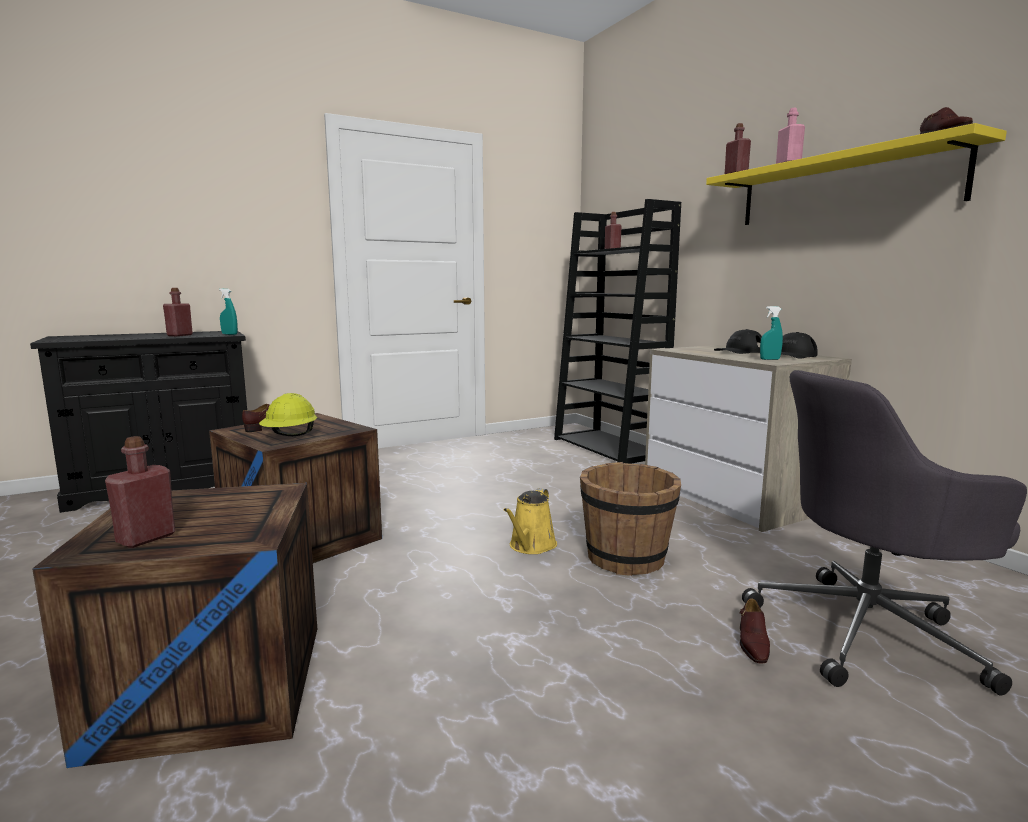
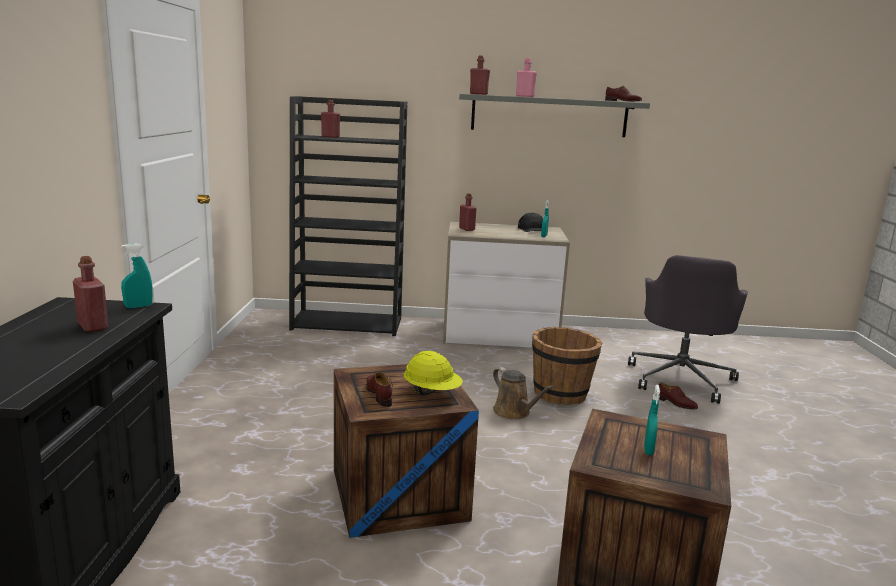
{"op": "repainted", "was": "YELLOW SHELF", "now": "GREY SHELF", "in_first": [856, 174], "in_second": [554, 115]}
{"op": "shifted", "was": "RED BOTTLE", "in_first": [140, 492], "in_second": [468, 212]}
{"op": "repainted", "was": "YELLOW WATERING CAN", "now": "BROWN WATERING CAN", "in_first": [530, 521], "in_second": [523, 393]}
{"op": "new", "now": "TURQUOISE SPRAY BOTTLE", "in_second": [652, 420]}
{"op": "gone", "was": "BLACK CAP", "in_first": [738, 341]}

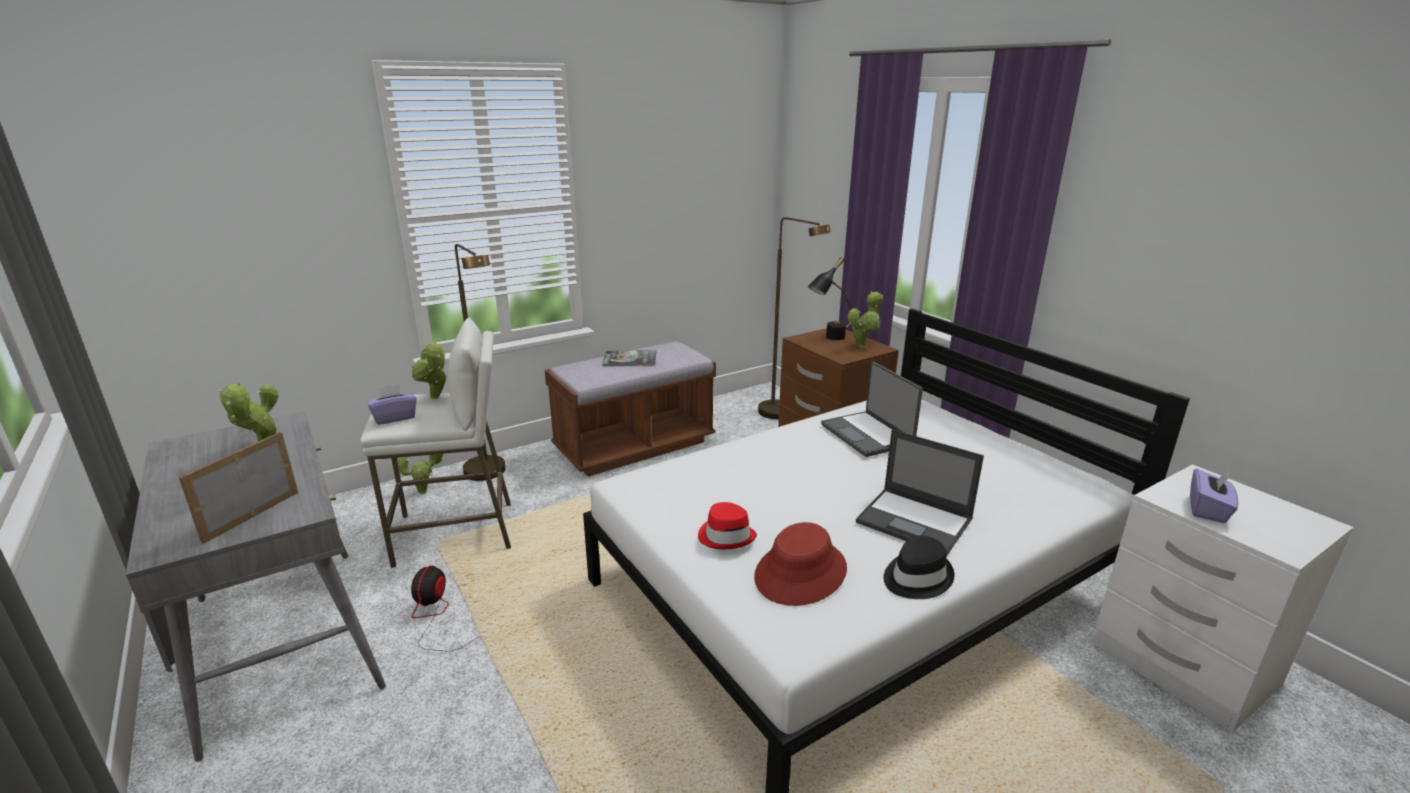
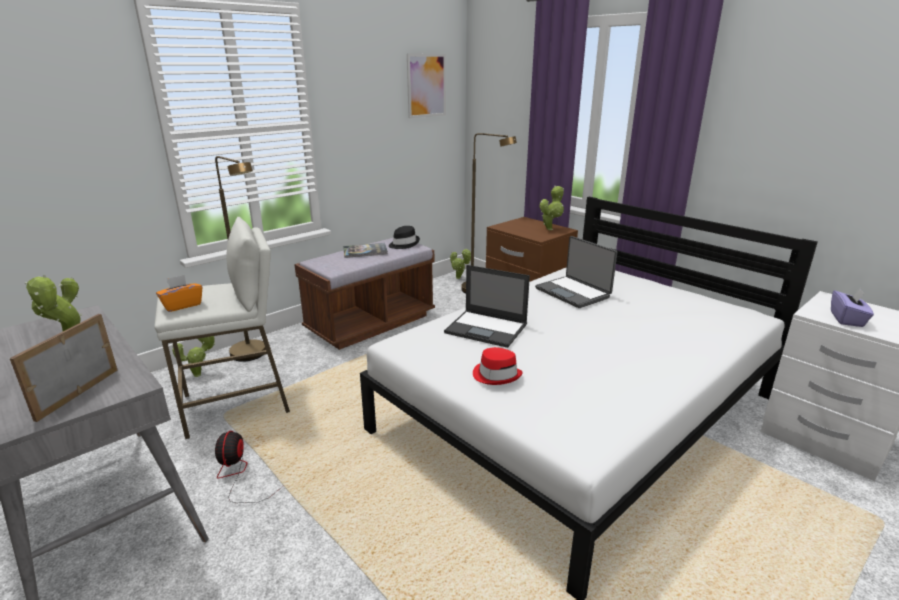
{"op": "repainted", "was": "PURPLE TISSUE BOX", "now": "ORANGE TISSUE BOX", "in_first": [392, 404], "in_second": [179, 293]}
{"op": "shifted", "was": "BLACK HAT", "in_first": [918, 567], "in_second": [404, 237]}
{"op": "new", "now": "PICTURE", "in_second": [426, 85]}
{"op": "shifted", "was": "LAPTOP", "in_first": [920, 493], "in_second": [487, 306]}
{"op": "shifted", "was": "POTTED PLANT", "in_first": [429, 370], "in_second": [460, 263]}
{"op": "gone", "was": "RED HAT", "in_first": [800, 564]}
{"op": "gone", "was": "BLACK TABLE LAMP", "in_first": [829, 298]}

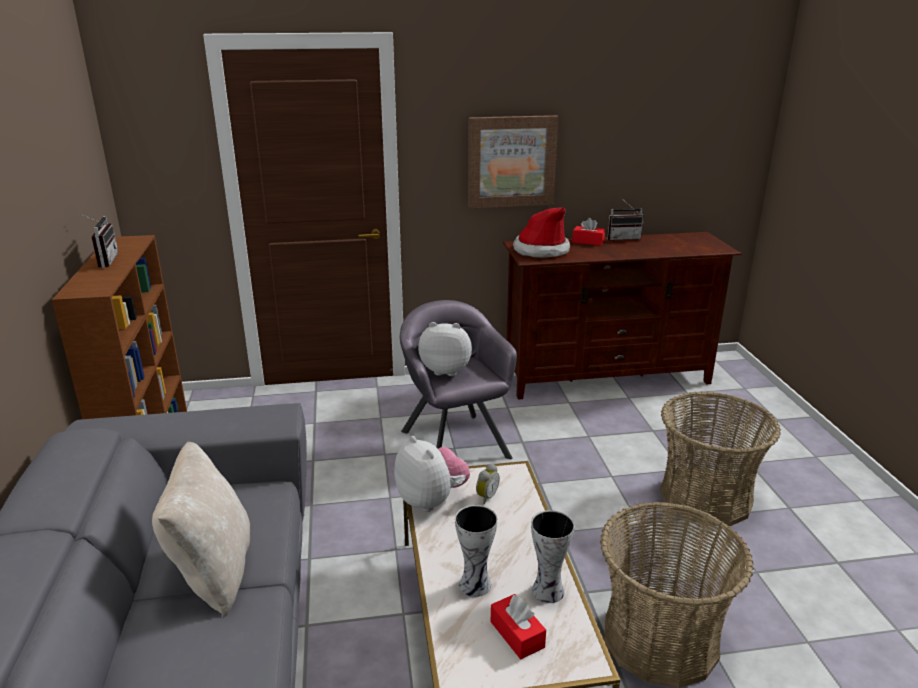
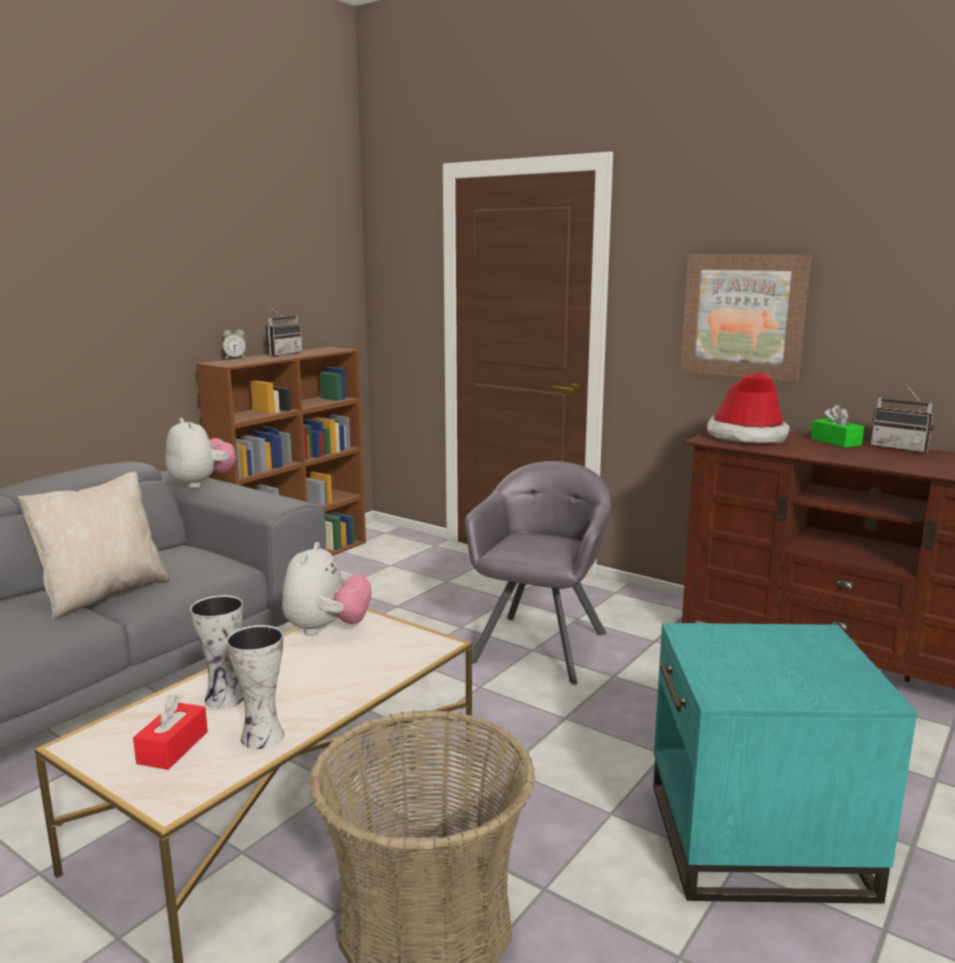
{"op": "shifted", "was": "PLUSH TOY", "in_first": [445, 349], "in_second": [200, 453]}
{"op": "shifted", "was": "ALARM CLOCK", "in_first": [488, 483], "in_second": [234, 345]}
{"op": "swapped", "was": "BASKET", "now": "TURQUOISE SIDE TABLE", "in_first": [720, 458], "in_second": [785, 763]}
{"op": "repainted", "was": "RED TISSUE BOX", "now": "GREEN TISSUE BOX", "in_first": [588, 232], "in_second": [837, 426]}

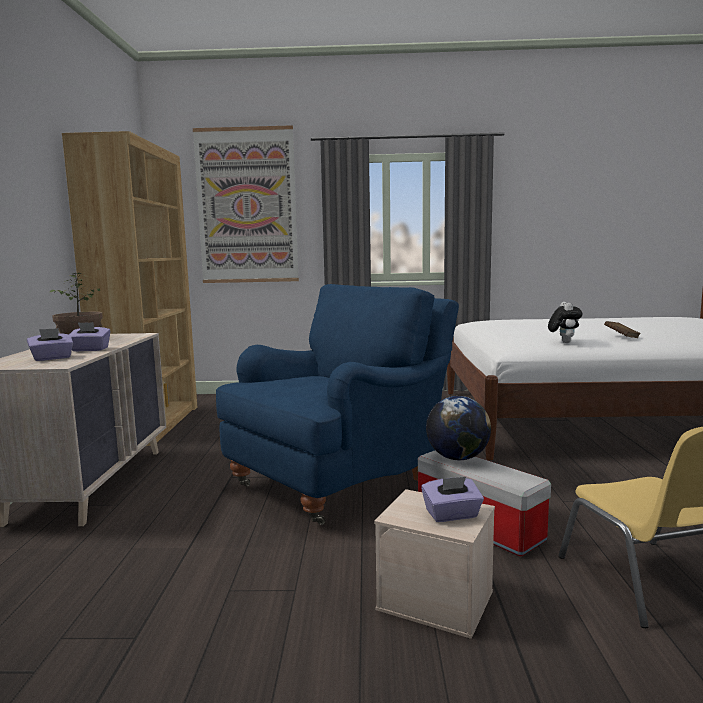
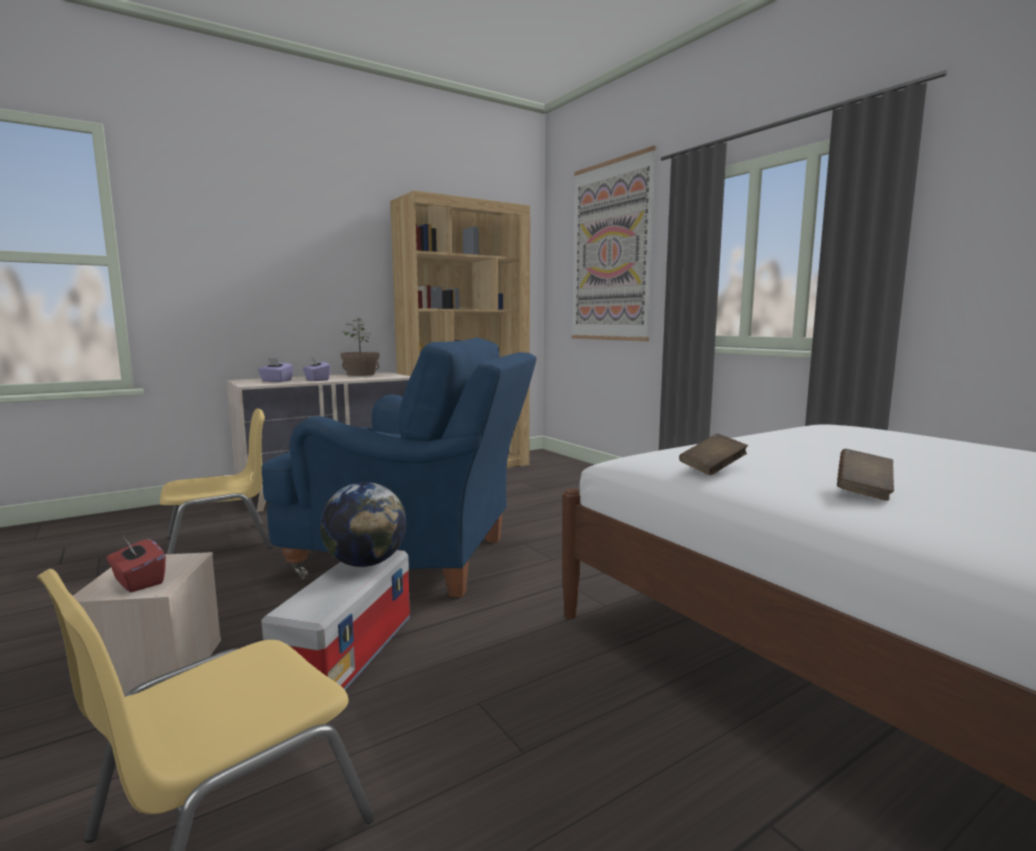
{"op": "repainted", "was": "PURPLE TISSUE BOX", "now": "RED TISSUE BOX", "in_first": [452, 499], "in_second": [136, 565]}
{"op": "new", "now": "YELLOW CHAIR", "in_second": [216, 481]}
{"op": "swapped", "was": "PLUSH TOY", "now": "BROWN BOOK", "in_first": [565, 322], "in_second": [713, 454]}

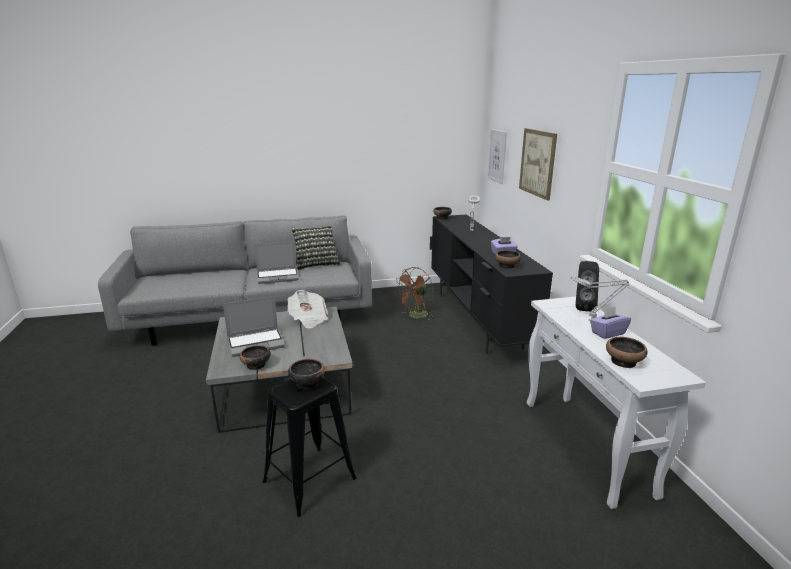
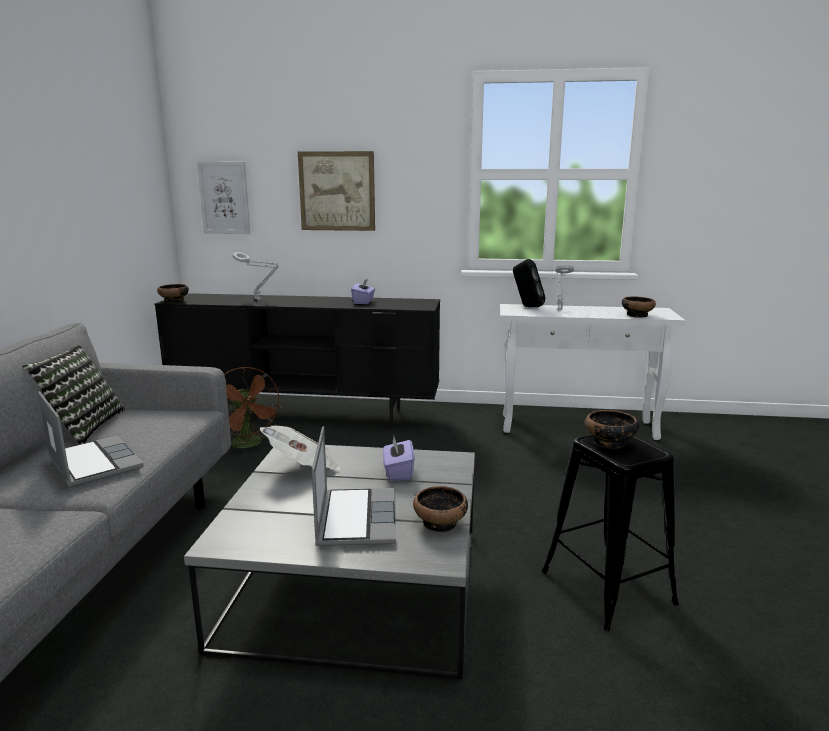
{"op": "rotated", "was": "LAPTOP", "in_first": [276, 262], "in_second": [91, 439], "clockwise": -45}
{"op": "shifted", "was": "PURPLE TISSUE BOX", "in_first": [610, 323], "in_second": [398, 458]}
{"op": "gone", "was": "BOWL", "in_first": [508, 259]}

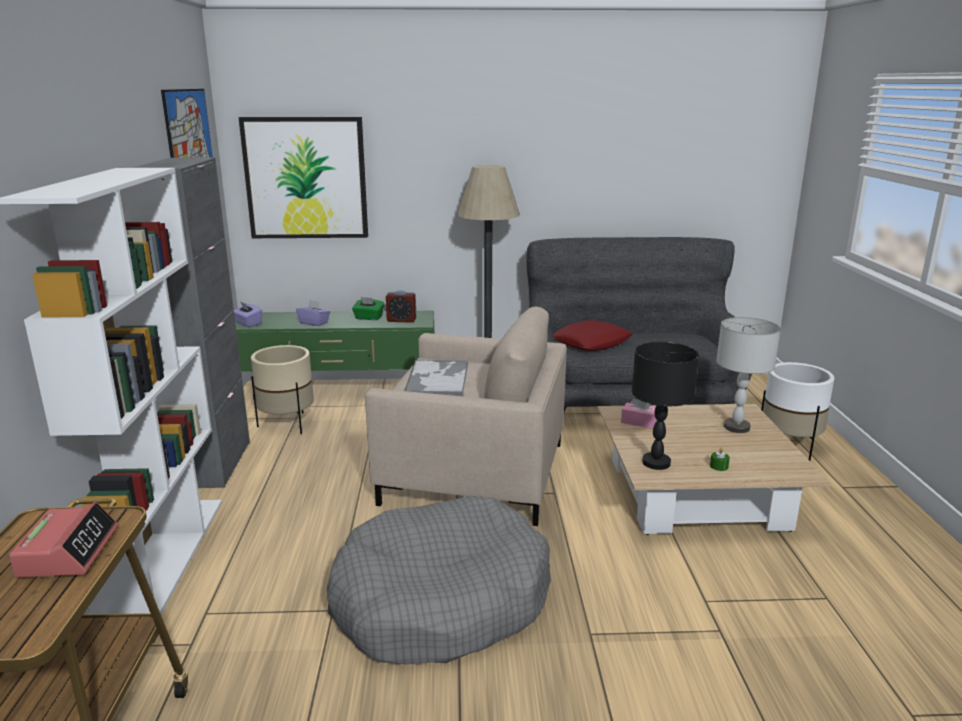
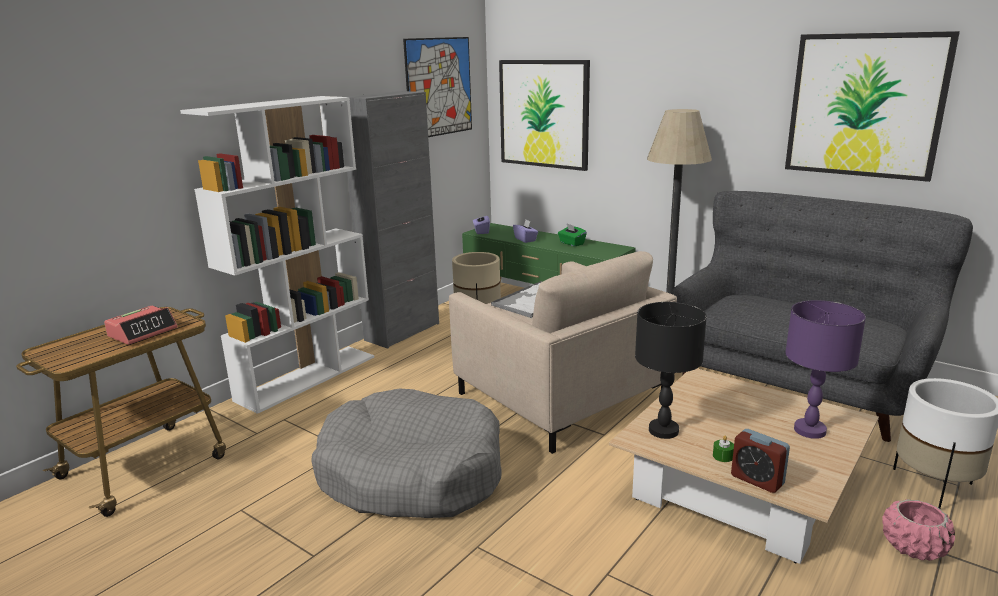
{"op": "shifted", "was": "ALARM CLOCK", "in_first": [401, 306], "in_second": [760, 461]}
{"op": "new", "now": "PICTURE", "in_second": [872, 106]}
{"op": "repainted", "was": "GREY TABLE LAMP", "now": "PURPLE TABLE LAMP", "in_first": [748, 375], "in_second": [825, 369]}
{"op": "new", "now": "PINK PLANTER", "in_second": [918, 530]}
{"op": "gone", "was": "RED PILLOW", "in_first": [593, 335]}
{"op": "gone", "was": "PINK TISSUE BOX", "in_first": [639, 414]}

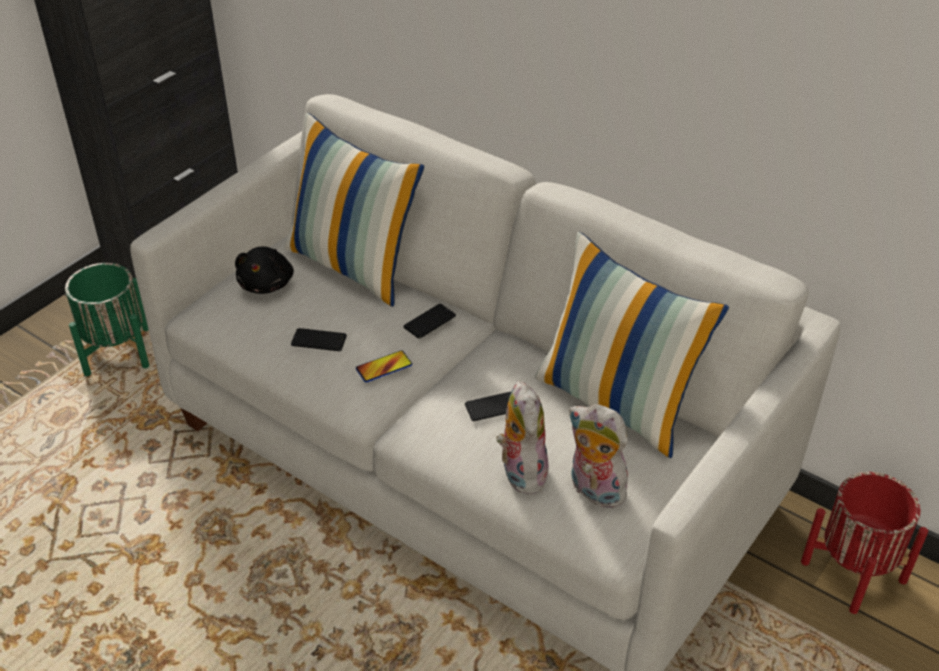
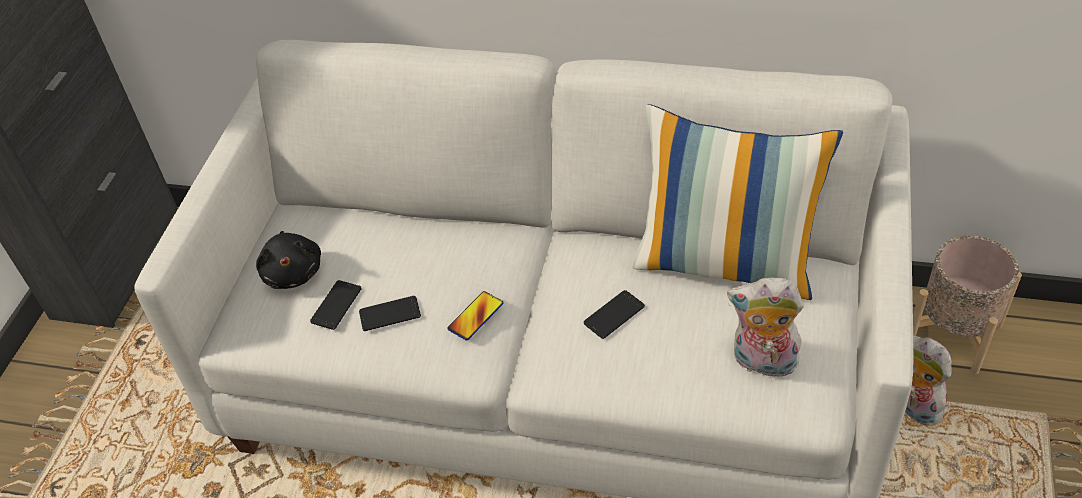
{"op": "shifted", "was": "PHONE", "in_first": [430, 321], "in_second": [336, 305]}
{"op": "shifted", "was": "PLUSH TOY", "in_first": [522, 437], "in_second": [928, 380]}
{"op": "repainted", "was": "RED PLANTER", "now": "BEIGE PLANTER", "in_first": [864, 543], "in_second": [967, 304]}
{"op": "gone", "was": "GREEN PLANTER", "in_first": [107, 319]}
{"op": "gone", "was": "PILLOW", "in_first": [354, 210]}

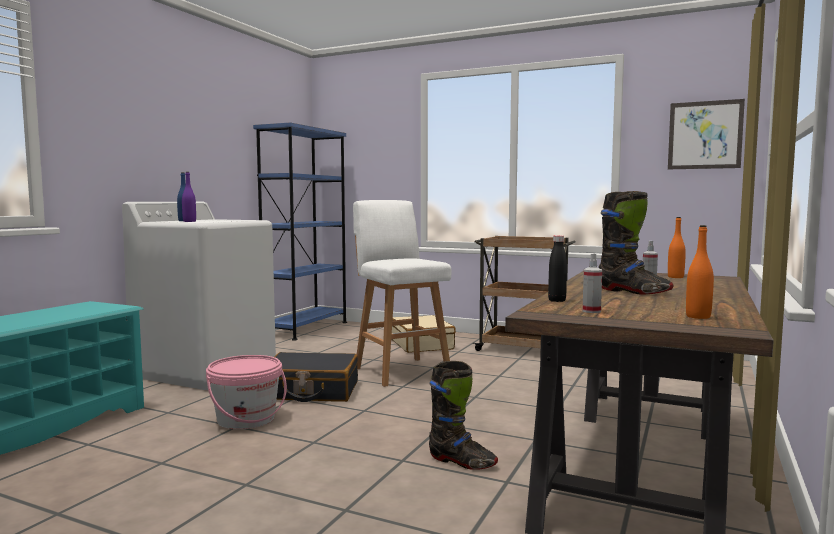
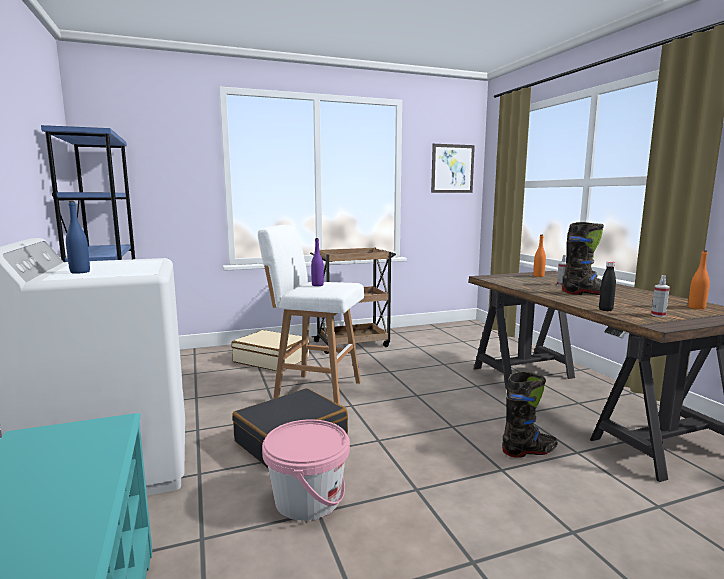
{"op": "shifted", "was": "PURPLE BOTTLE", "in_first": [189, 197], "in_second": [317, 262]}

